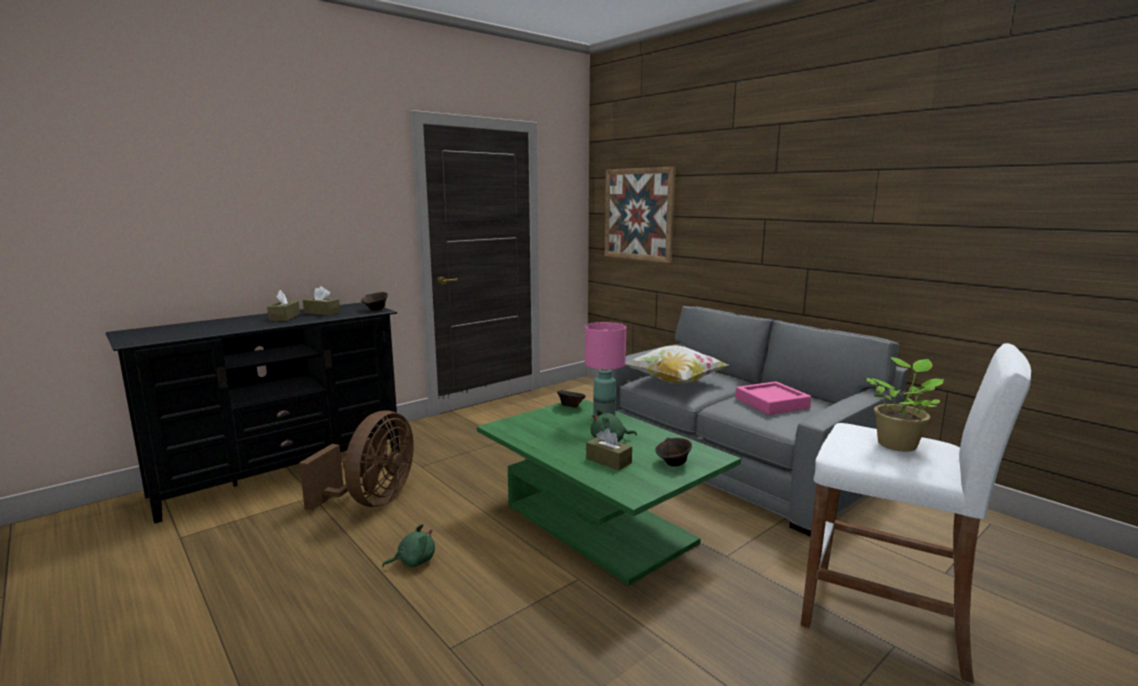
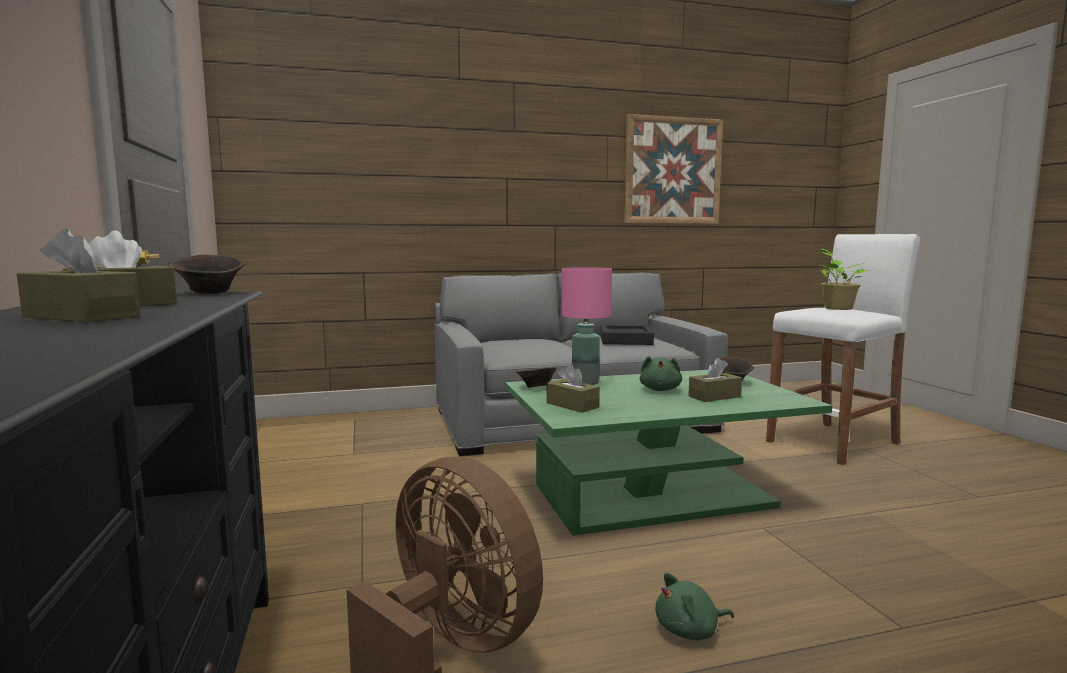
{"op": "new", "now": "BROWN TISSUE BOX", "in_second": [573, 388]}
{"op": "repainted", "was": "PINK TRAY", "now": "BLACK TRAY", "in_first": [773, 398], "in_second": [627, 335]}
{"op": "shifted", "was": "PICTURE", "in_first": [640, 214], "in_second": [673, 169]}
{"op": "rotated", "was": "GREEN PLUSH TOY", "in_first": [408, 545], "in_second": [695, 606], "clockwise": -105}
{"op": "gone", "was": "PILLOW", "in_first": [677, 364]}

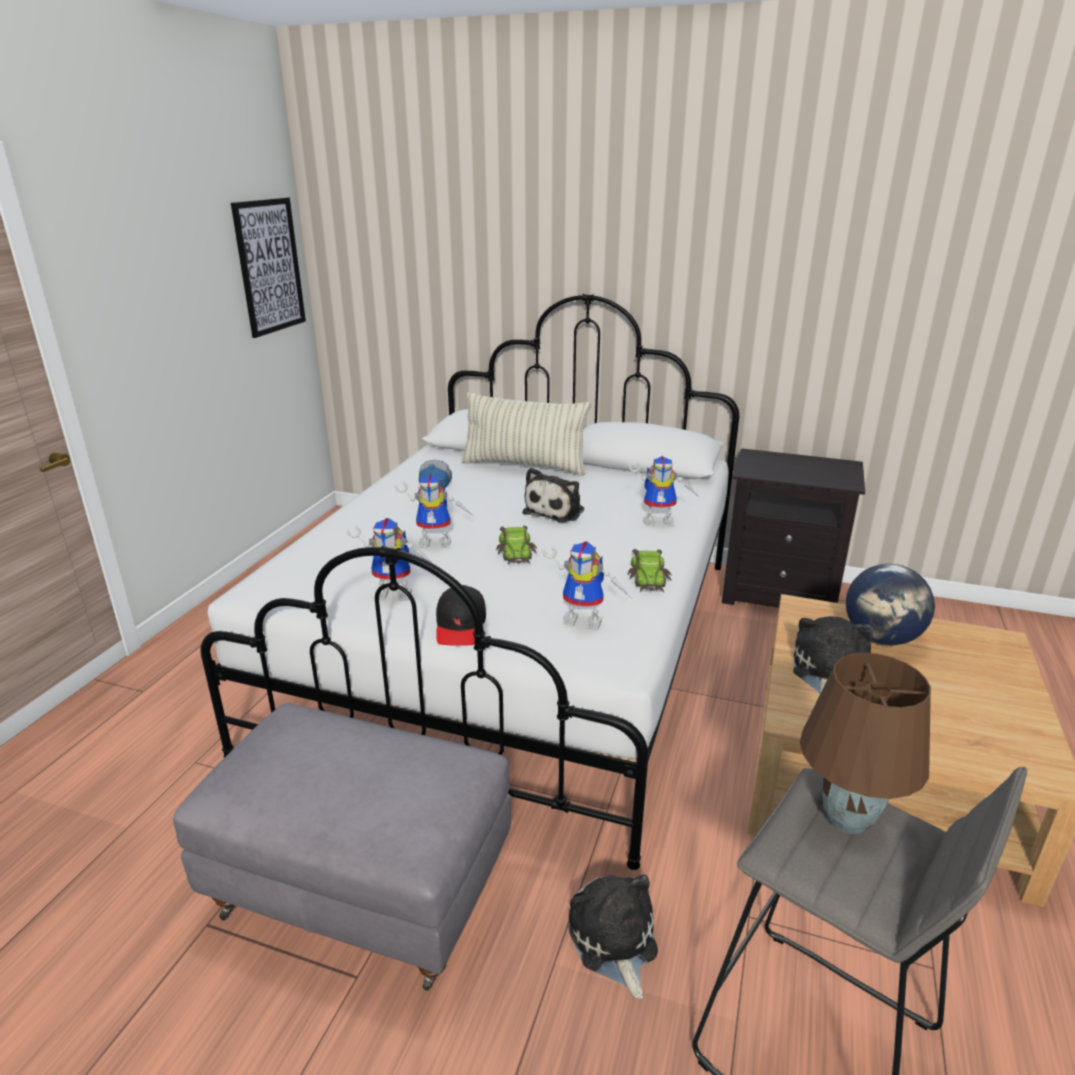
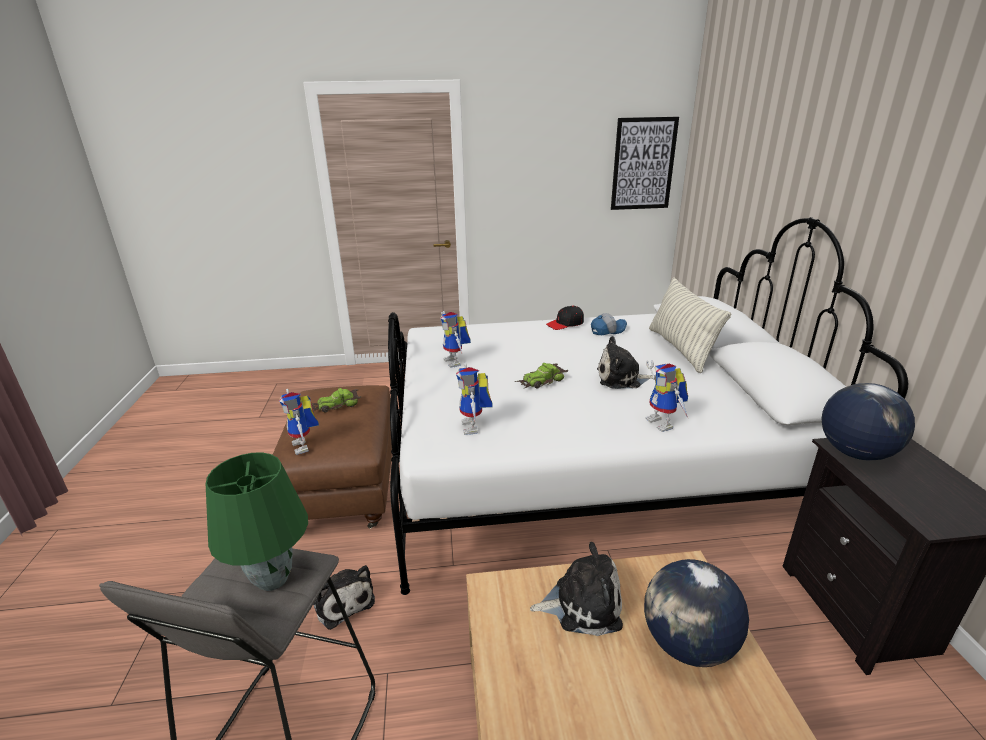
{"op": "repainted", "was": "BROWN TABLE LAMP", "now": "GREEN TABLE LAMP", "in_first": [865, 743], "in_second": [257, 521]}
{"op": "repainted", "was": "GREY OTTOMAN", "now": "BROWN OTTOMAN", "in_first": [342, 847], "in_second": [332, 457]}
{"op": "shifted", "was": "TOY ROBOT", "in_first": [434, 511], "in_second": [299, 422]}
{"op": "shifted", "was": "TOY CAR", "in_first": [649, 570], "in_second": [336, 400]}
{"op": "rotated", "was": "PLUSH TOY", "in_first": [613, 936], "in_second": [344, 597], "clockwise": 90}
{"op": "shifted", "was": "BLACK CAP", "in_first": [461, 615], "in_second": [565, 318]}
{"op": "new", "now": "GLOBE", "in_second": [868, 421]}

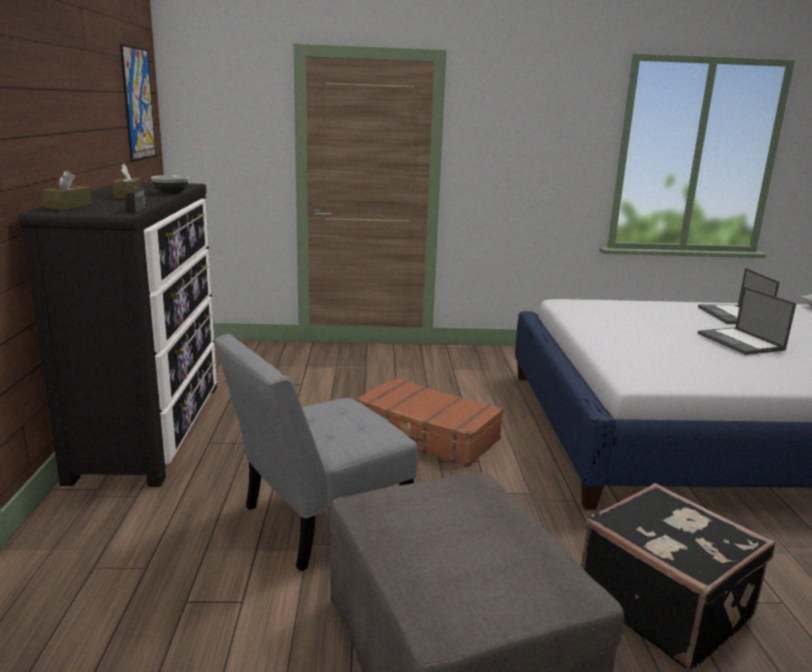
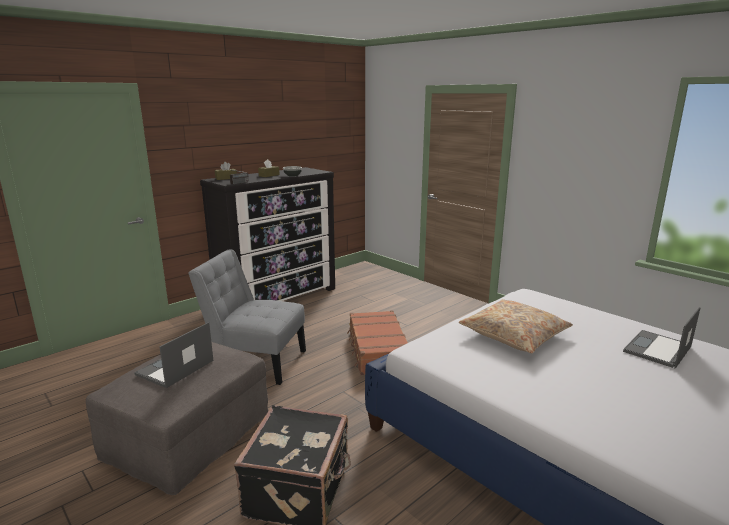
{"op": "shifted", "was": "LAPTOP", "in_first": [746, 320], "in_second": [174, 355]}
{"op": "new", "now": "BEIGE PILLOW", "in_second": [516, 326]}
{"op": "gone", "was": "PICTURE", "in_first": [138, 103]}

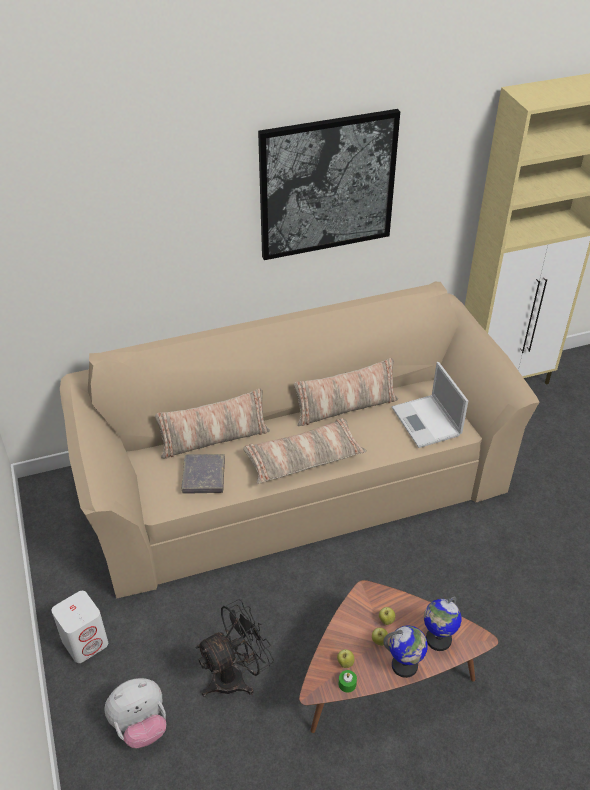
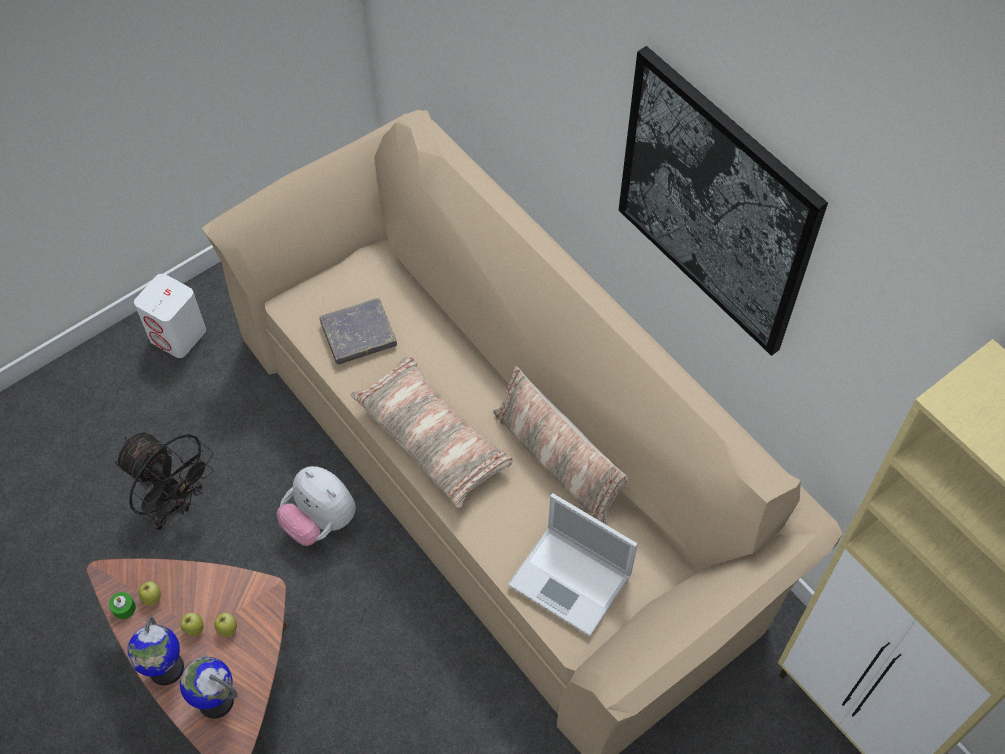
{"op": "shifted", "was": "PLUSH TOY", "in_first": [135, 713], "in_second": [316, 506]}
{"op": "rotated", "was": "LAPTOP", "in_first": [430, 405], "in_second": [573, 564], "clockwise": -105}
{"op": "gone", "was": "PILLOW", "in_first": [212, 424]}

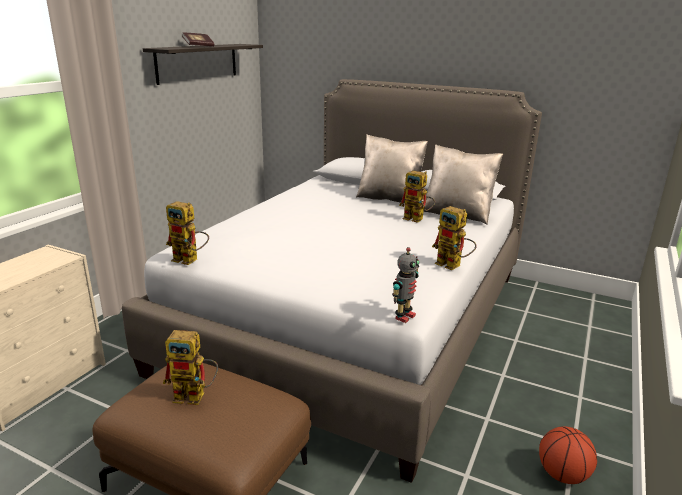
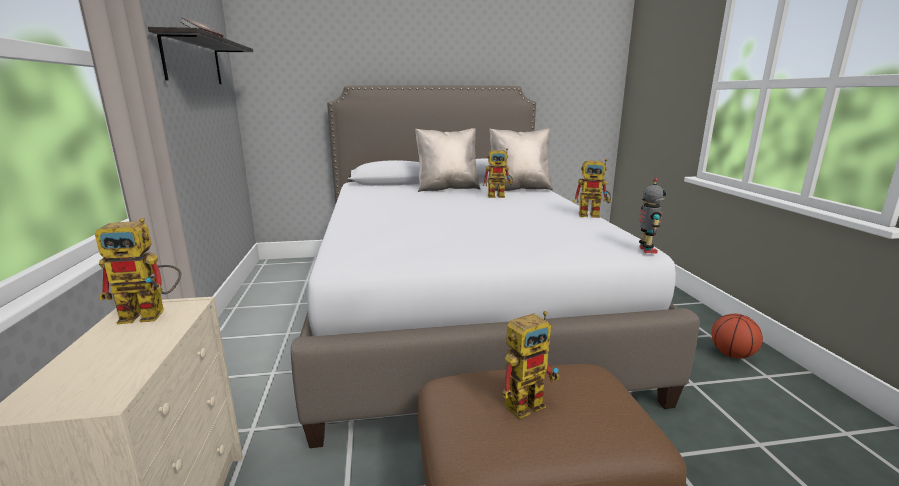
{"op": "shifted", "was": "TOY ROBOT", "in_first": [187, 233], "in_second": [138, 271]}

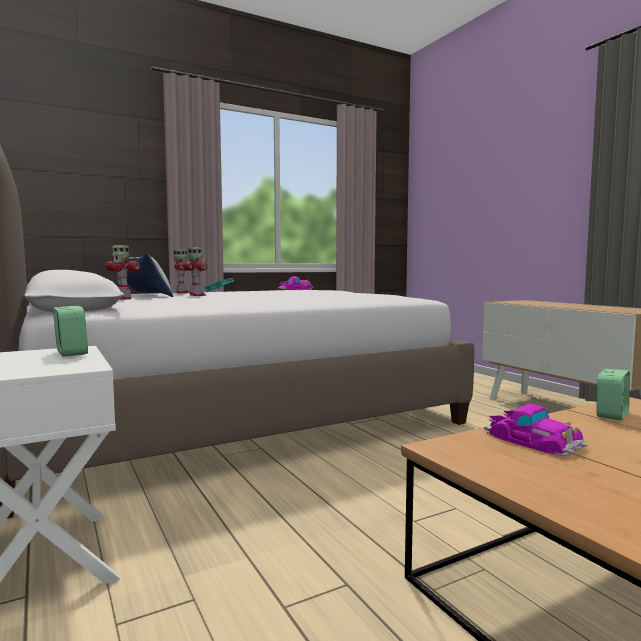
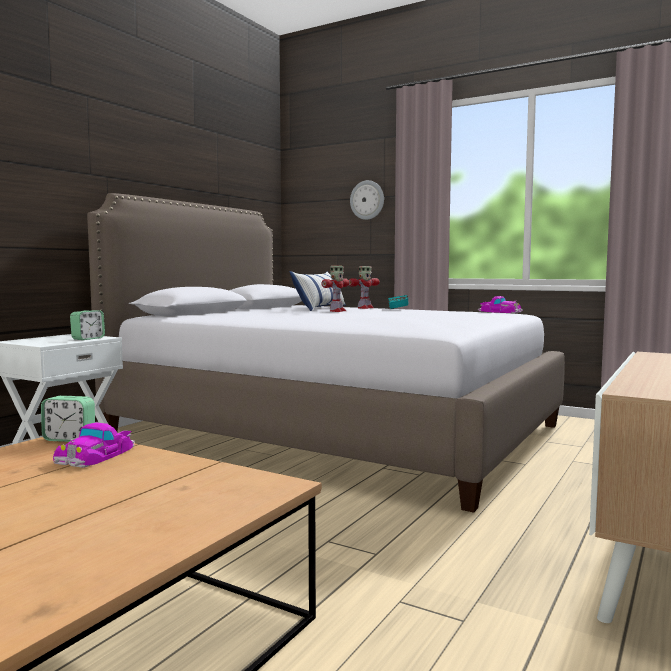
{"op": "shifted", "was": "ALARM CLOCK", "in_first": [613, 394], "in_second": [68, 419]}
{"op": "new", "now": "WALL CLOCK", "in_second": [367, 200]}
{"op": "gone", "was": "TOY ROBOT", "in_first": [123, 273]}

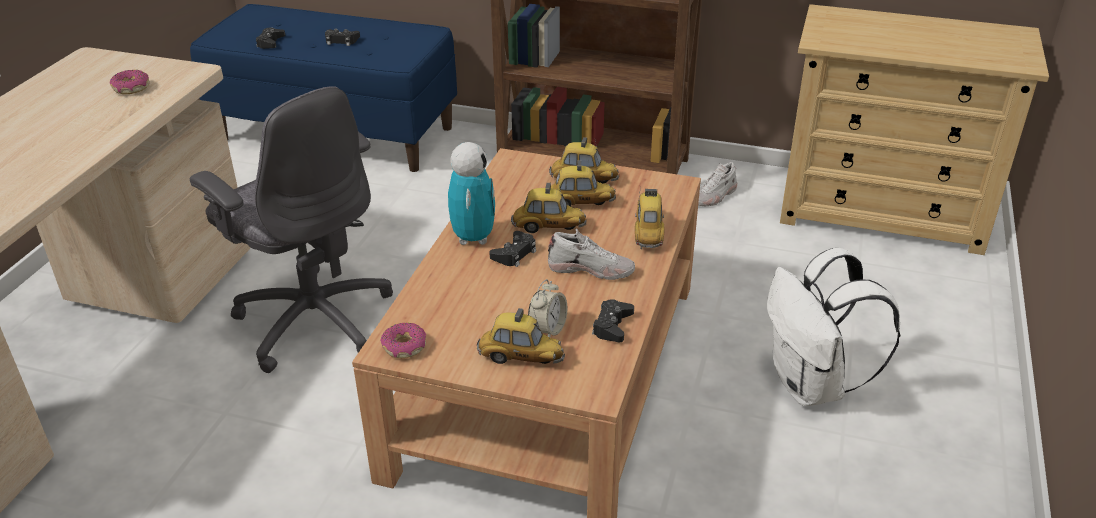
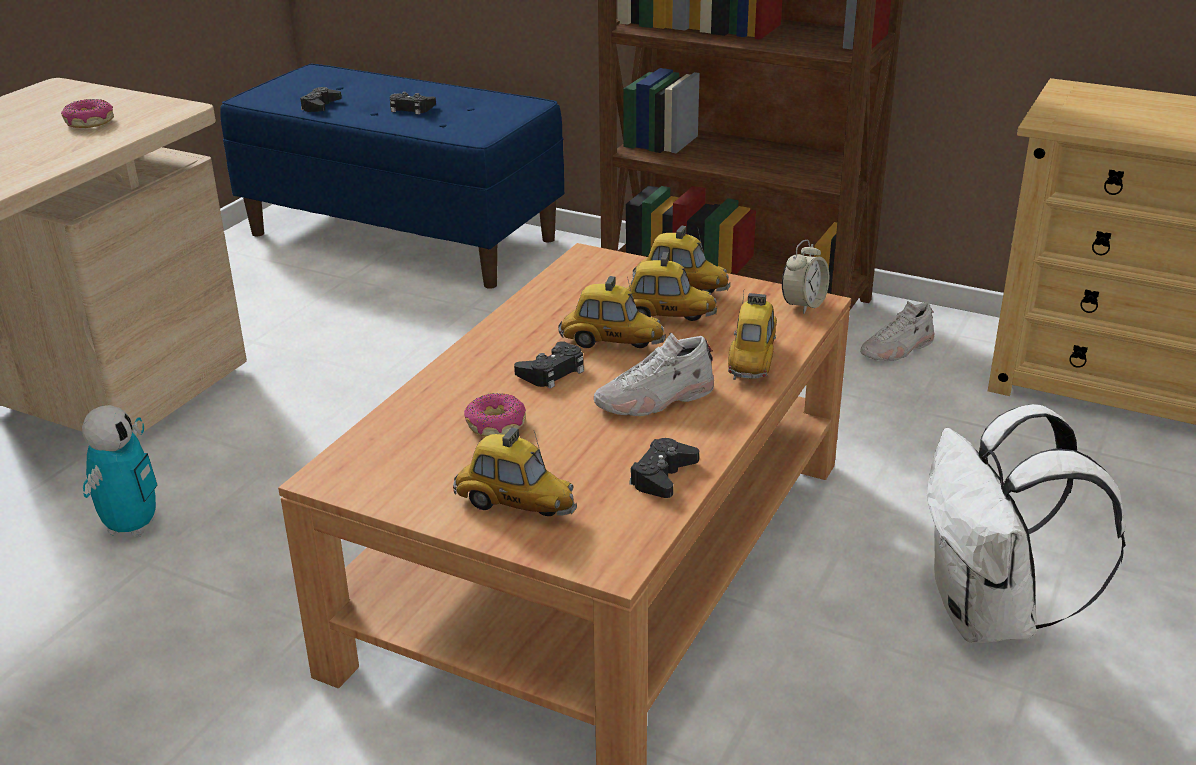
{"op": "shifted", "was": "TOY ROBOT", "in_first": [471, 193], "in_second": [120, 471]}
{"op": "shifted", "was": "DONUT", "in_first": [403, 340], "in_second": [495, 414]}
{"op": "rotated", "was": "WHITE SHOE", "in_first": [591, 254], "in_second": [654, 374], "clockwise": 135}
{"op": "shifted", "was": "ALARM CLOCK", "in_first": [547, 308], "in_second": [805, 276]}
{"op": "gone", "was": "GREY OFFICE CHAIR", "in_first": [291, 229]}

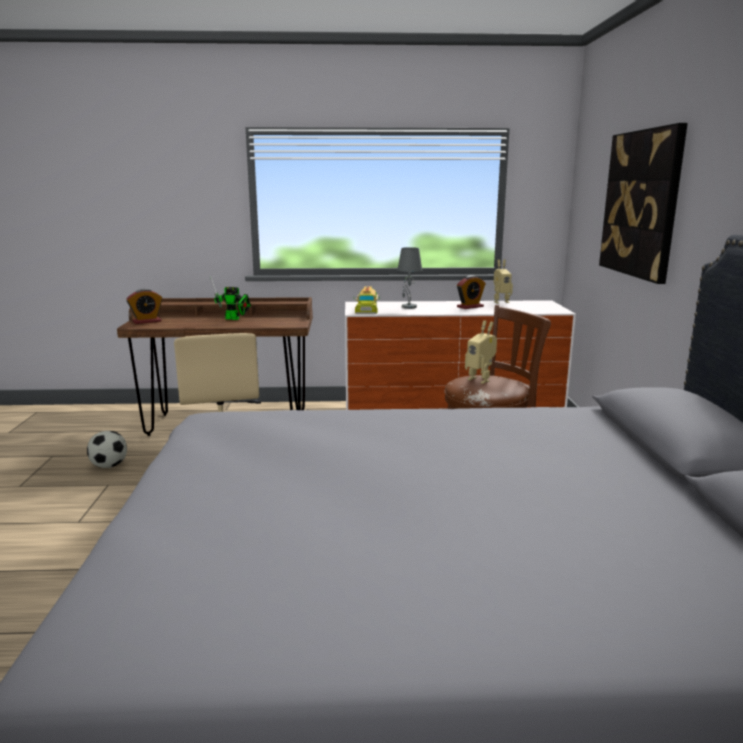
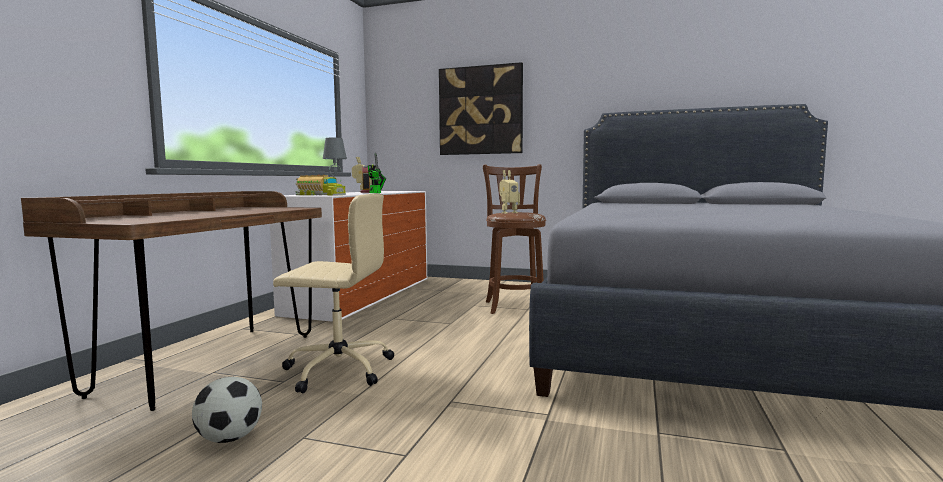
{"op": "shifted", "was": "TOY ROBOT", "in_first": [230, 298], "in_second": [377, 172]}
{"op": "gone", "was": "ALARM CLOCK", "in_first": [144, 306]}

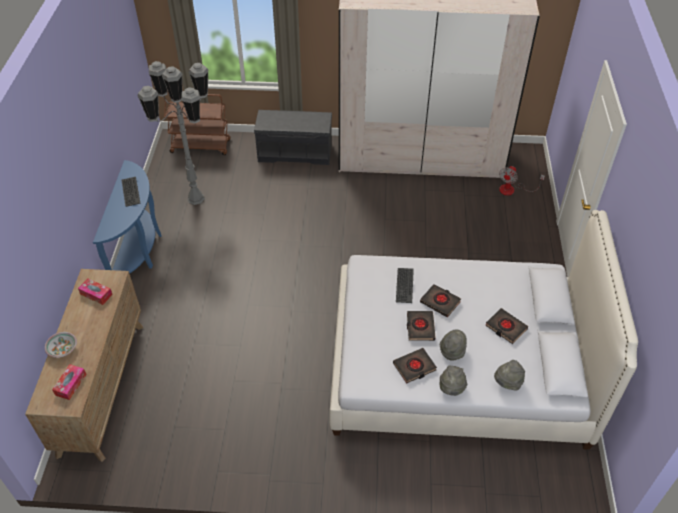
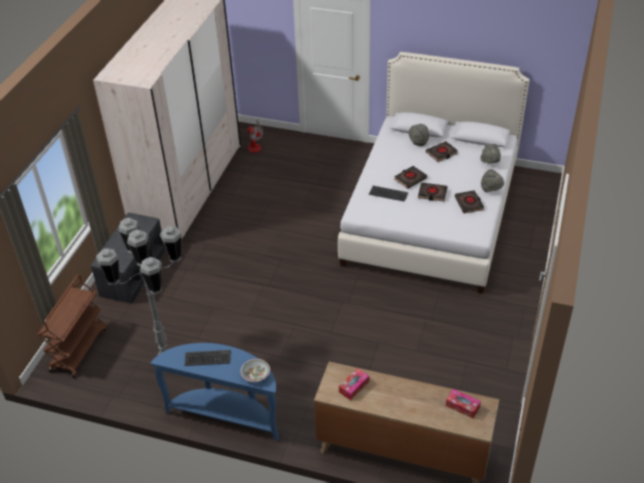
{"op": "shifted", "was": "BOWL", "in_first": [61, 345], "in_second": [255, 370]}
{"op": "shifted", "was": "GREY HAT", "in_first": [453, 345], "in_second": [418, 135]}

